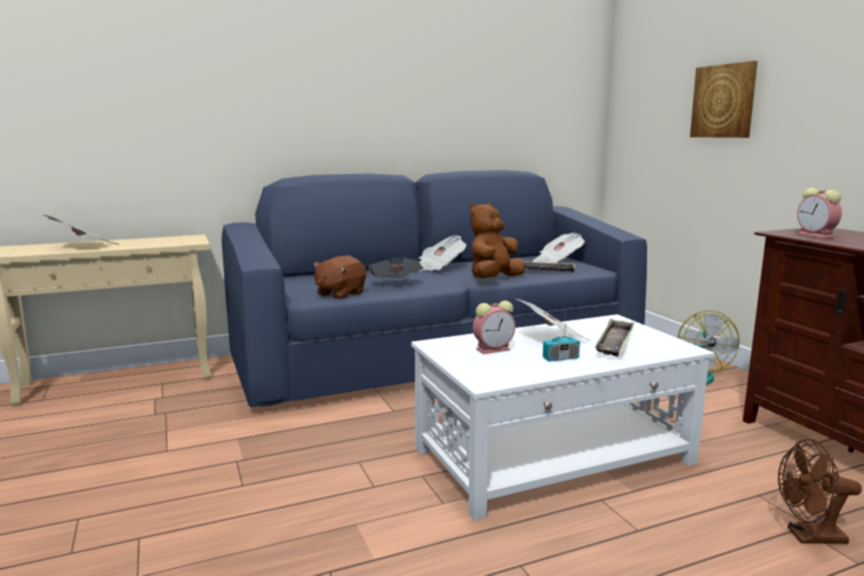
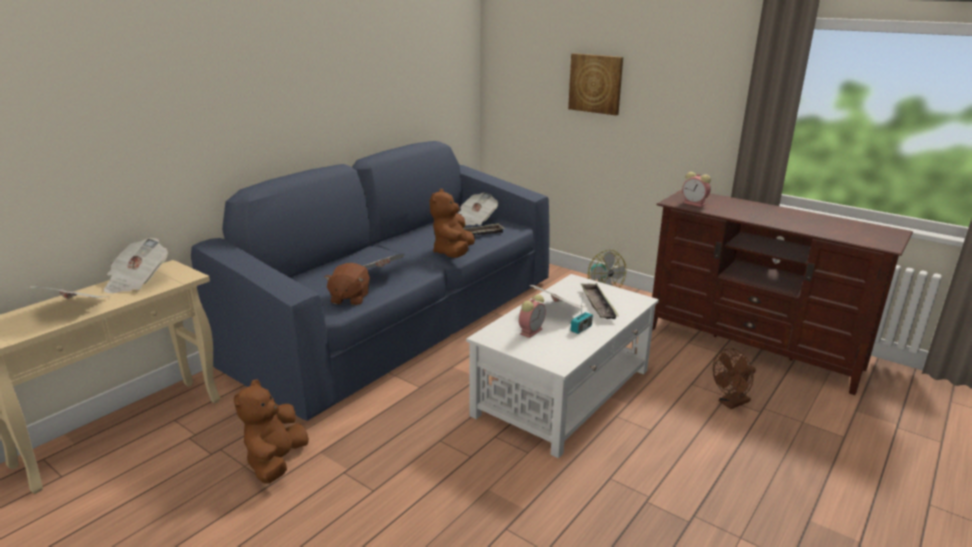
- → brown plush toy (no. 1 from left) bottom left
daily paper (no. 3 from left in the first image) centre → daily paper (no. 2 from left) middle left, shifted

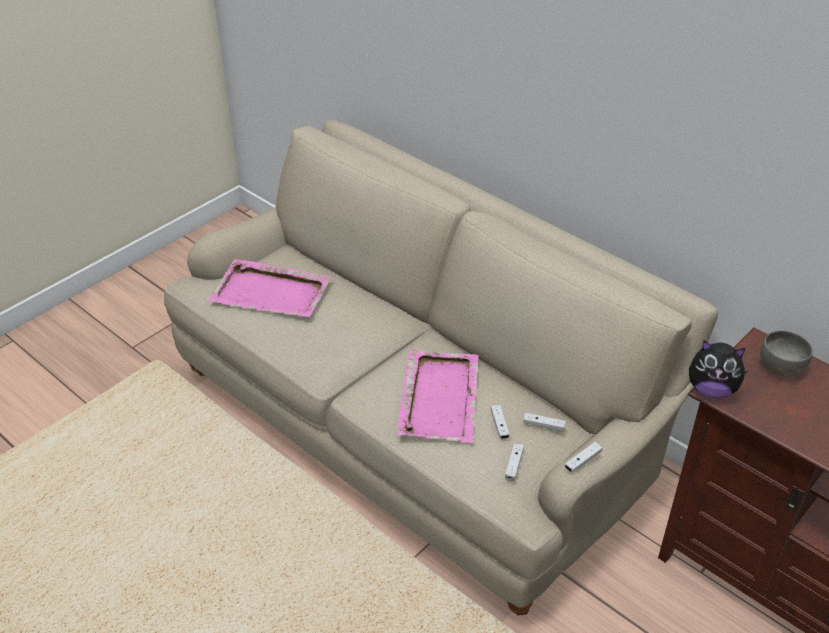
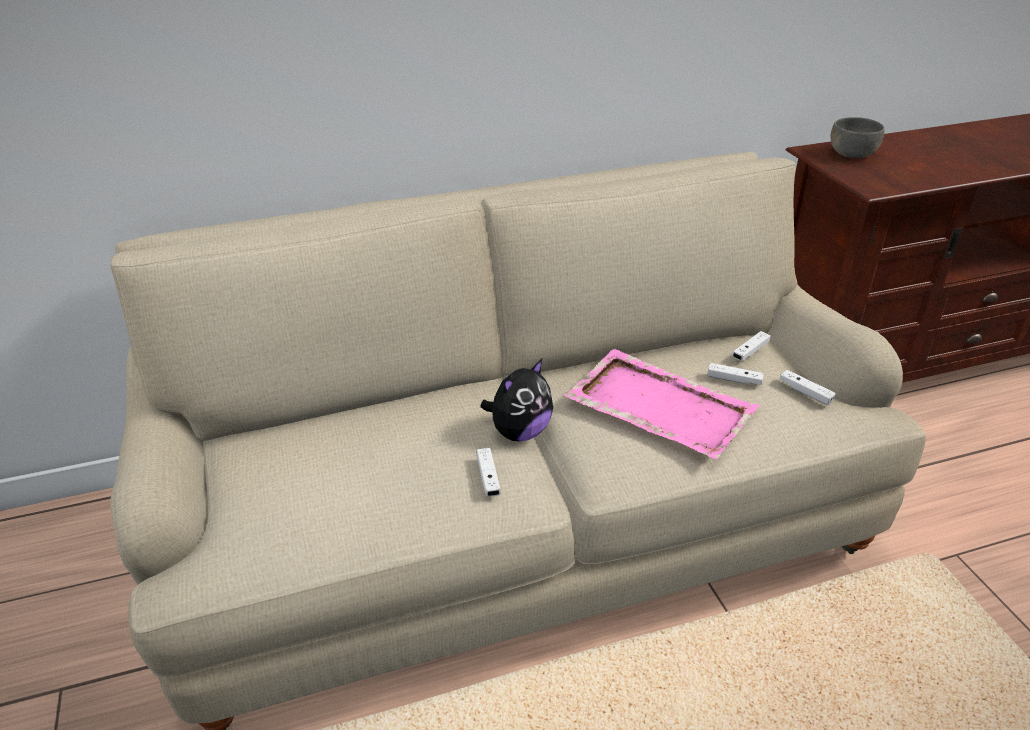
pink carrying tray (no. 1 from left) middle left → -
whitish game controller (no. 4 from left in the first image) bottom right → whitish game controller (no. 1 from left) centre, shifted
plush toy middle right → plush toy centre, shifted

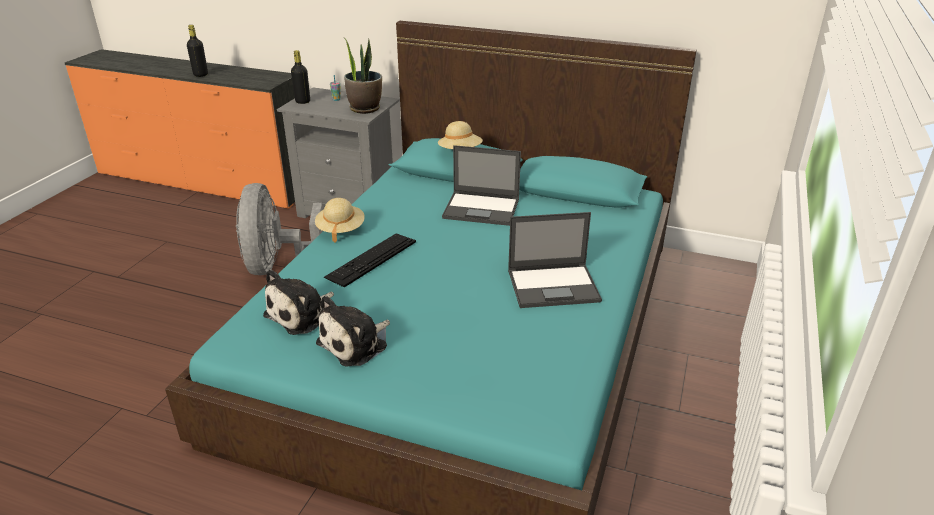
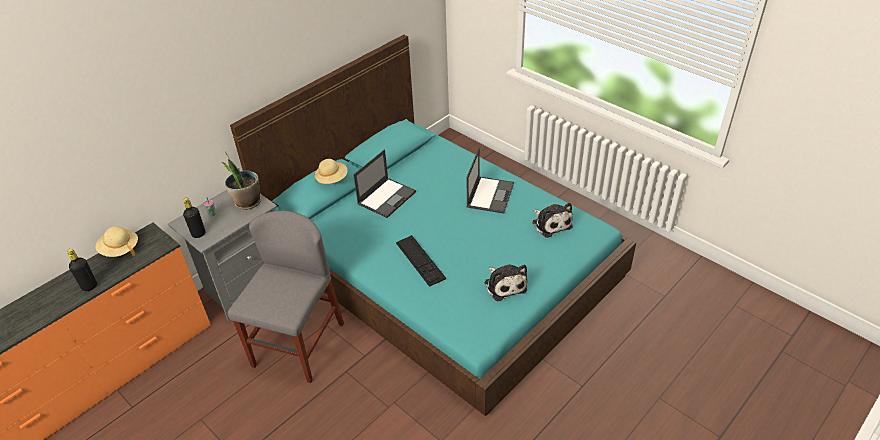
plush toy (no. 1 from left in the first image) middle left → plush toy (no. 2 from left) centre, shifted
beige-coloured wearable hat (no. 1 from left) centre → beige-coloured wearable hat (no. 1 from left) middle left, shifted
grey fan middle left → grey chair bottom left

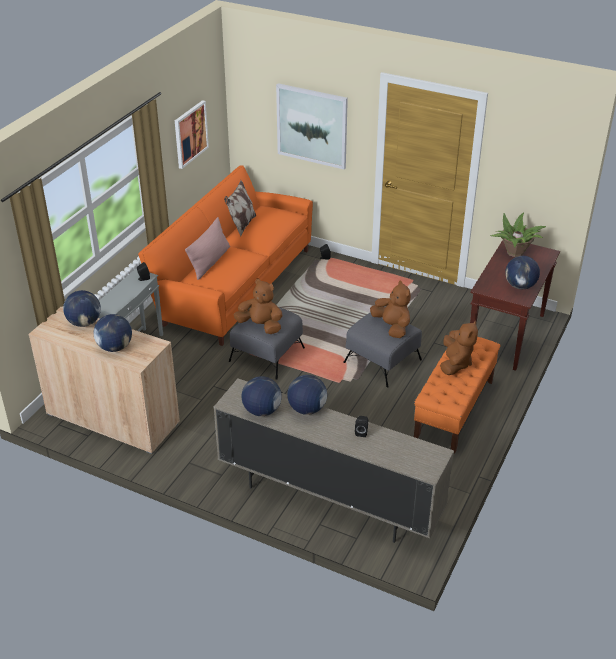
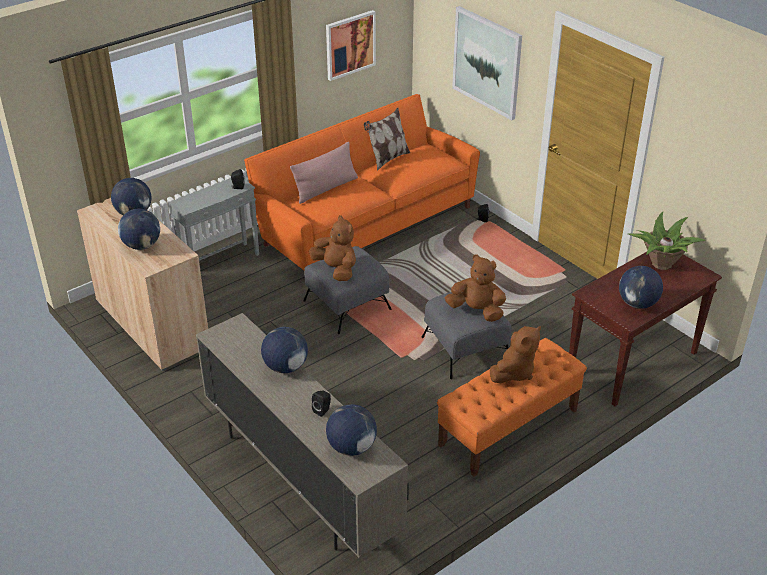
globe (no. 3 from left in the first image) centre → globe (no. 4 from left) bottom centre, shifted
brown plush toy (no. 2 from left) centre, 60 degrees counterclockwise

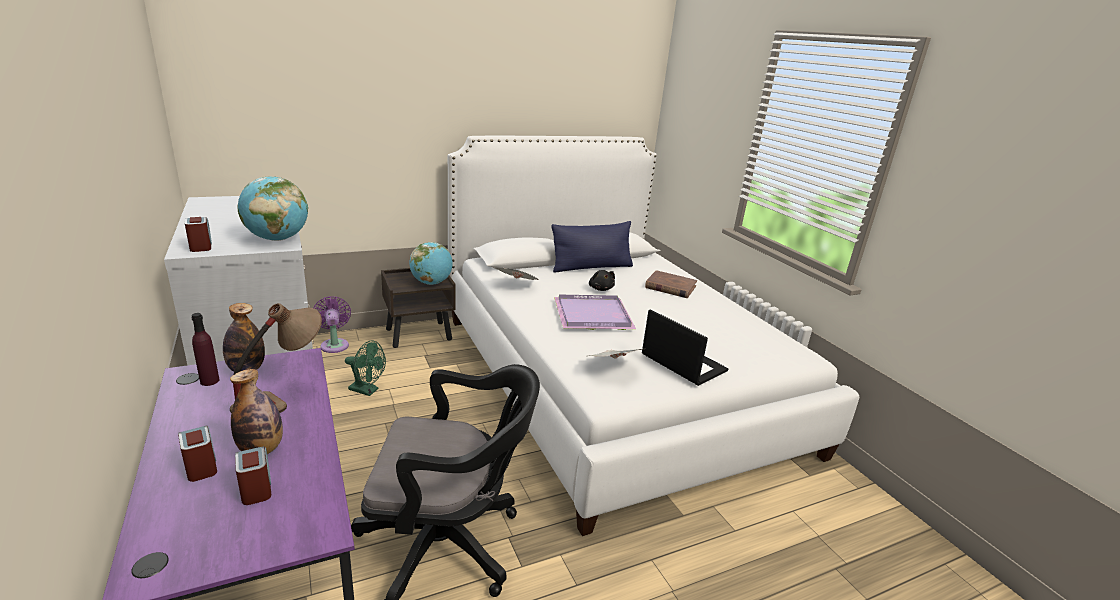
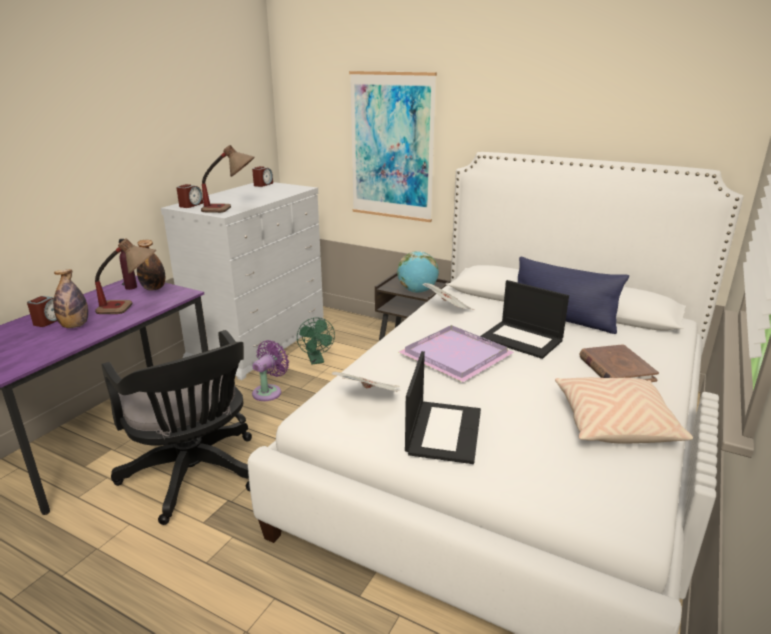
- → wall art top centre
- → beige-coloured cushion middle right
alarm clock (no. 3 from left) bottom left → alarm clock (no. 3 from left) top centre, shifted
purple fan middle left → purple fan centre, shifted
globe (no. 1 from left) middle left → tabletop lamp (no. 2 from left) top left
black-coloured plush toy centre → portable computer (no. 2 from left) middle right

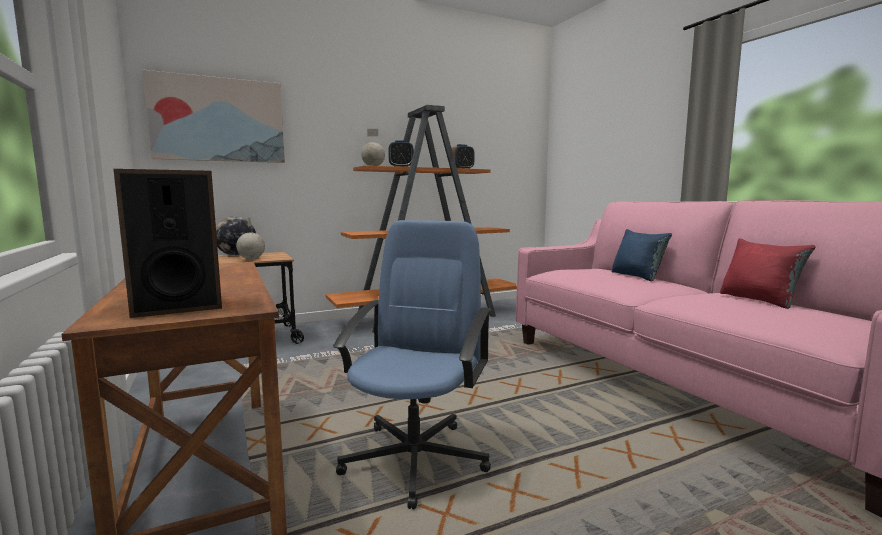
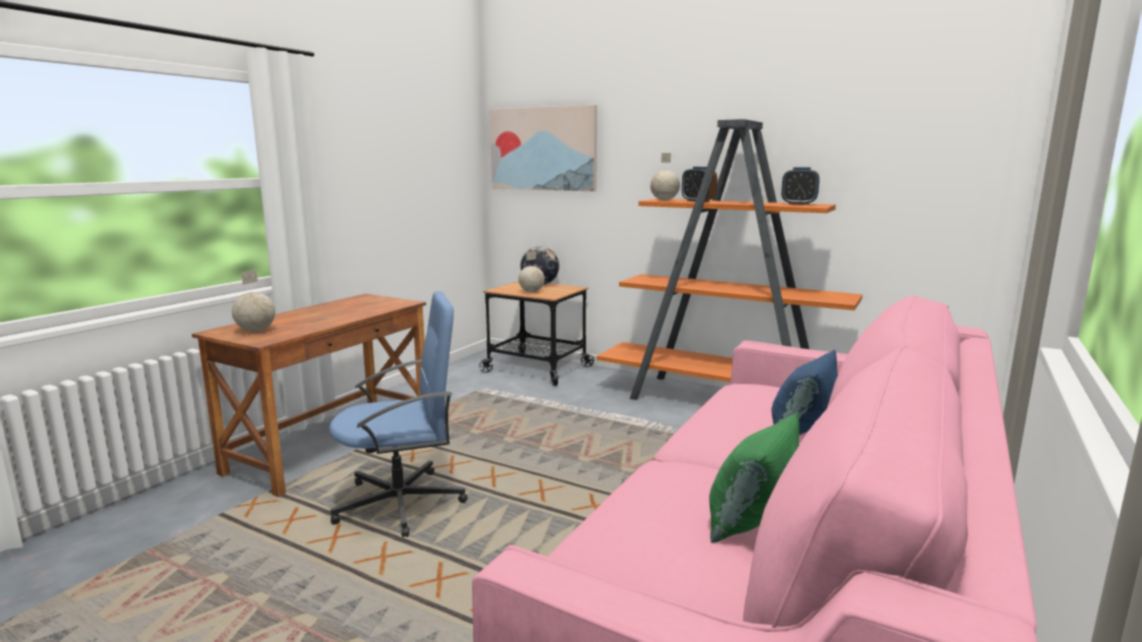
audio speaker middle left → globe (no. 1 from left) middle left
red cushion middle right → green-coloured cushion bottom centre

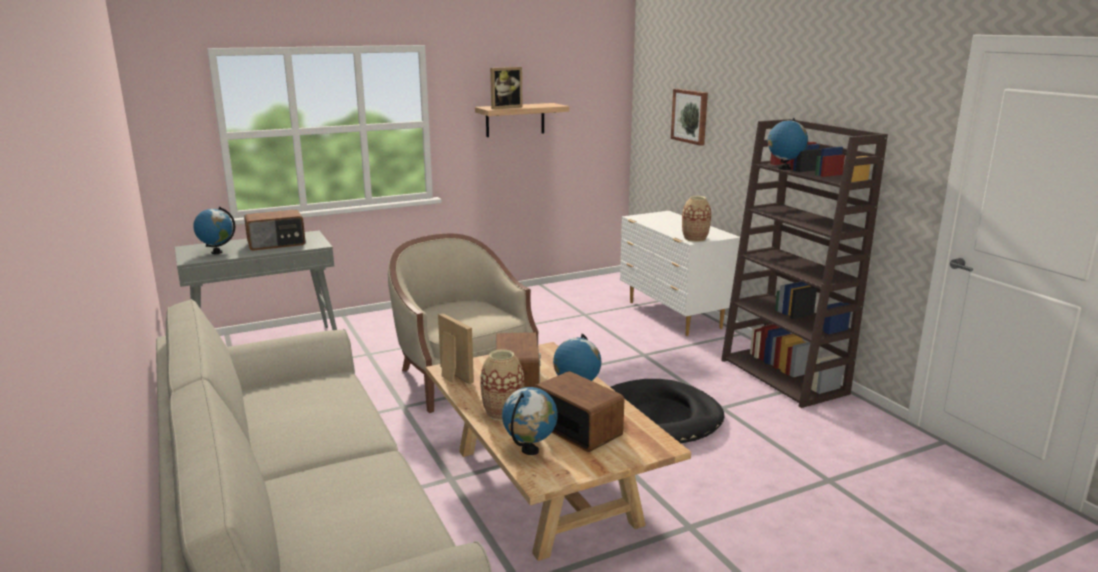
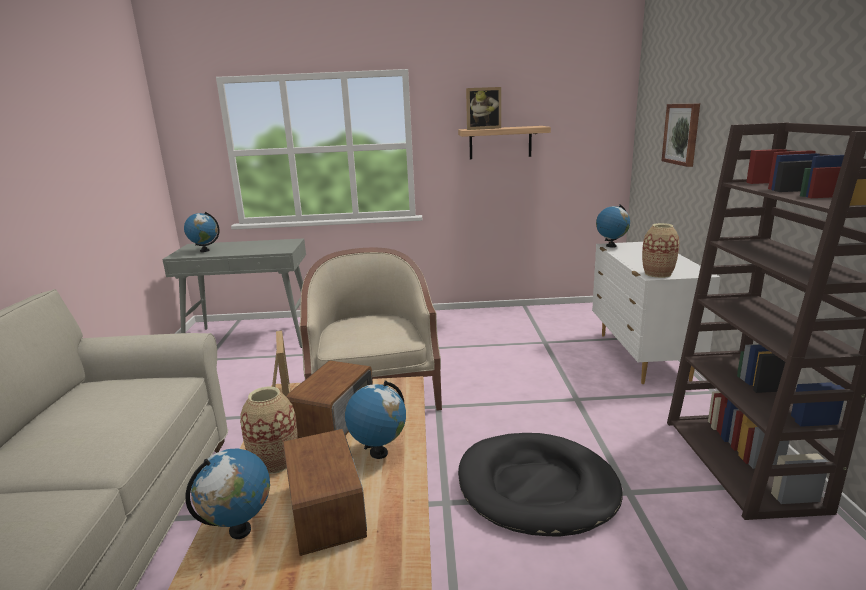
radio (no. 1 from left) middle left → -
globe (no. 4 from left) top right → globe (no. 4 from left) middle right, shifted

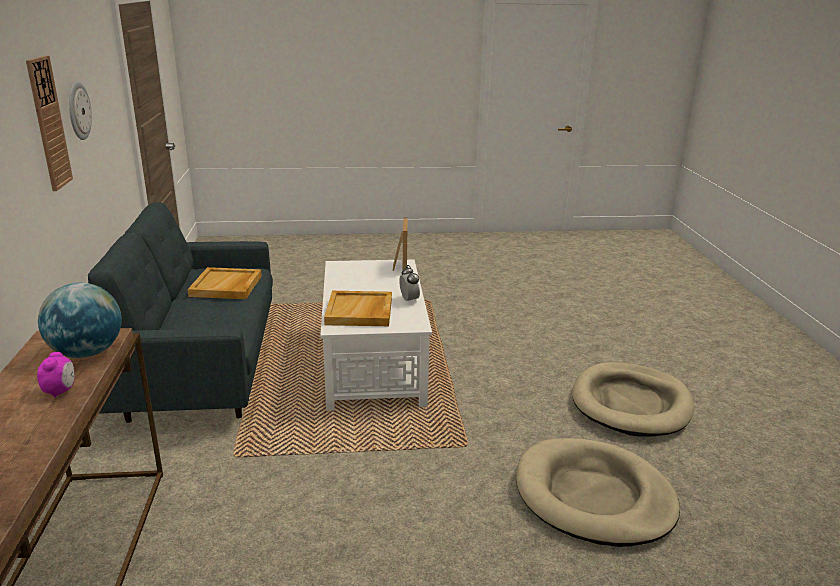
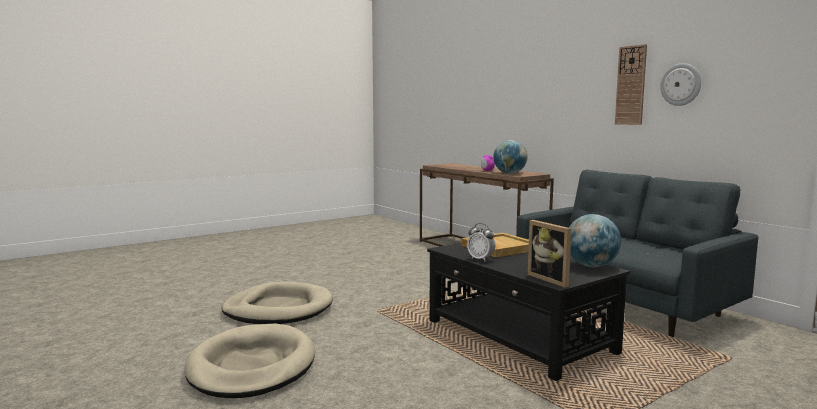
beige-coloured carrying tray (no. 1 from left) middle left → -
- → globe (no. 2 from left) middle right
whitish lounge table centre → black-coloured lounge table bottom centre

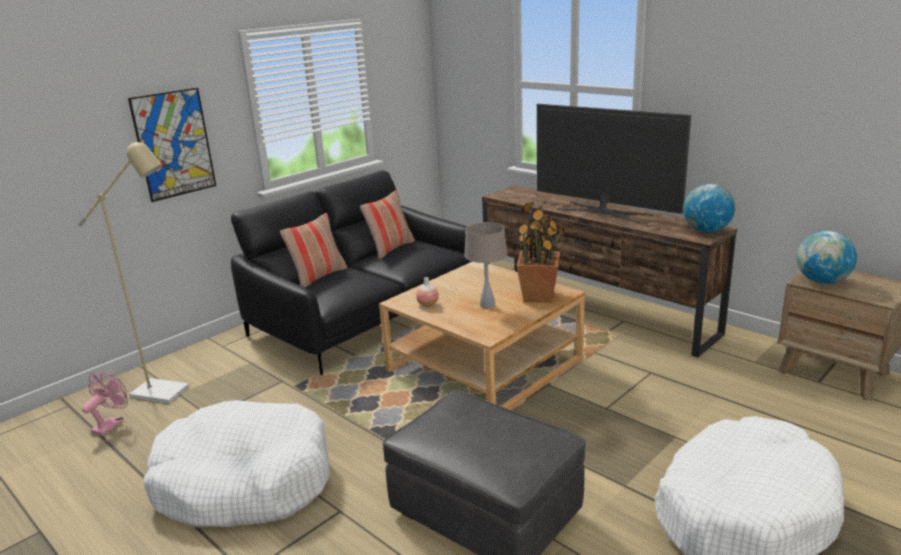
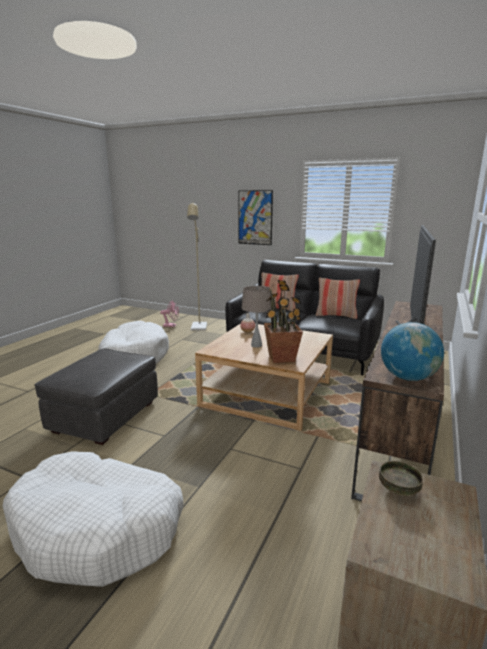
globe (no. 2 from left) middle right → deep dish bottom right

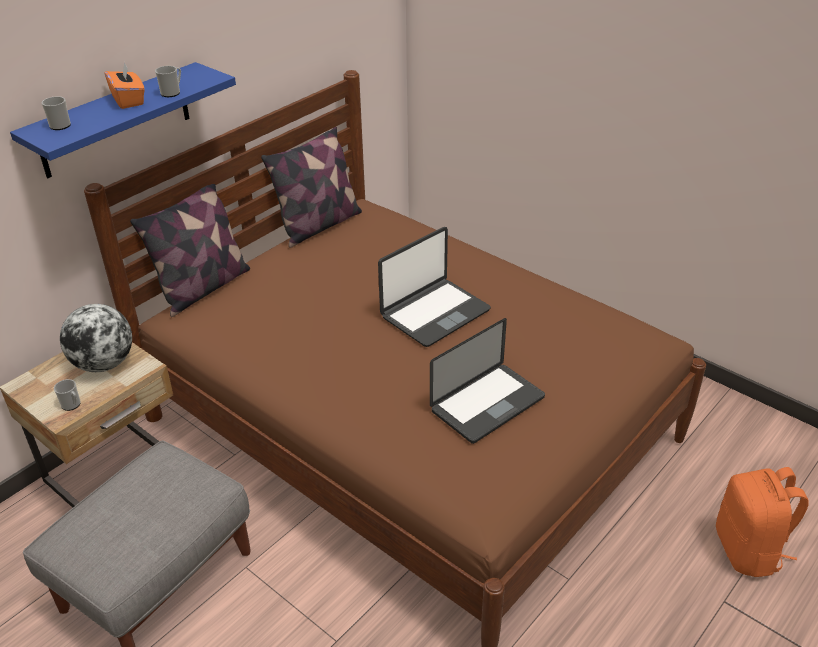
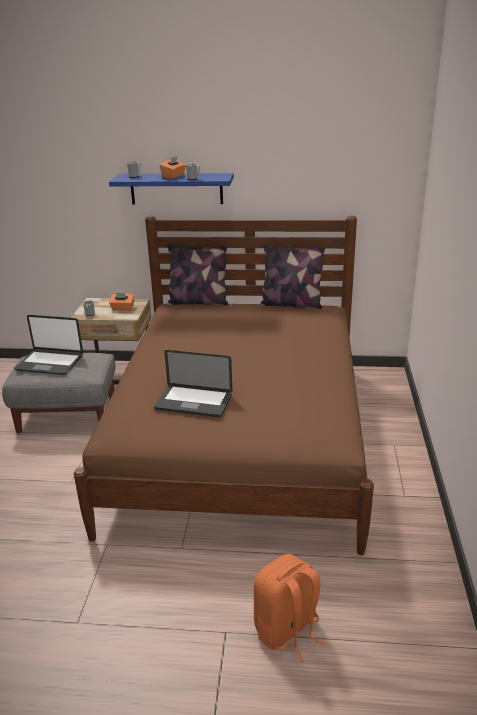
portable computer (no. 1 from left) centre → portable computer (no. 1 from left) middle left, shifted
globe middle left → orangey box of tissues (no. 1 from left) middle left

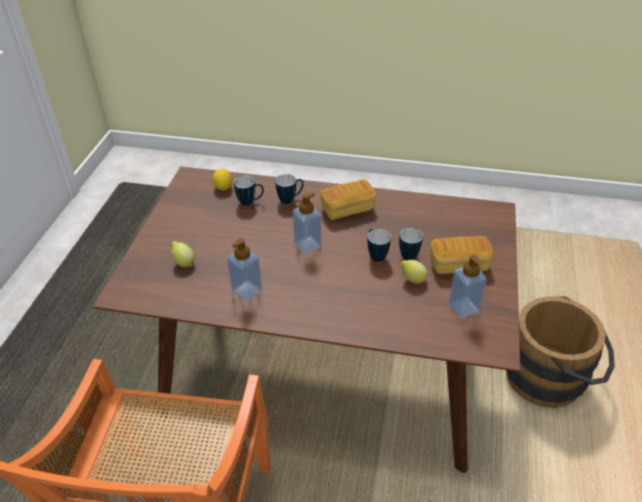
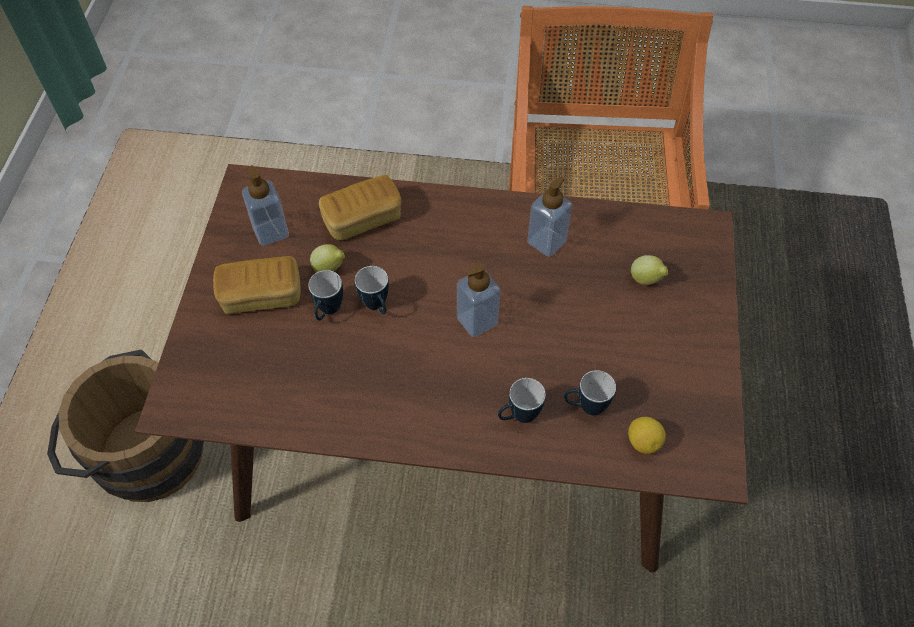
bread (no. 1 from left in the first image) centre → bread (no. 2 from left) top centre, shifted

